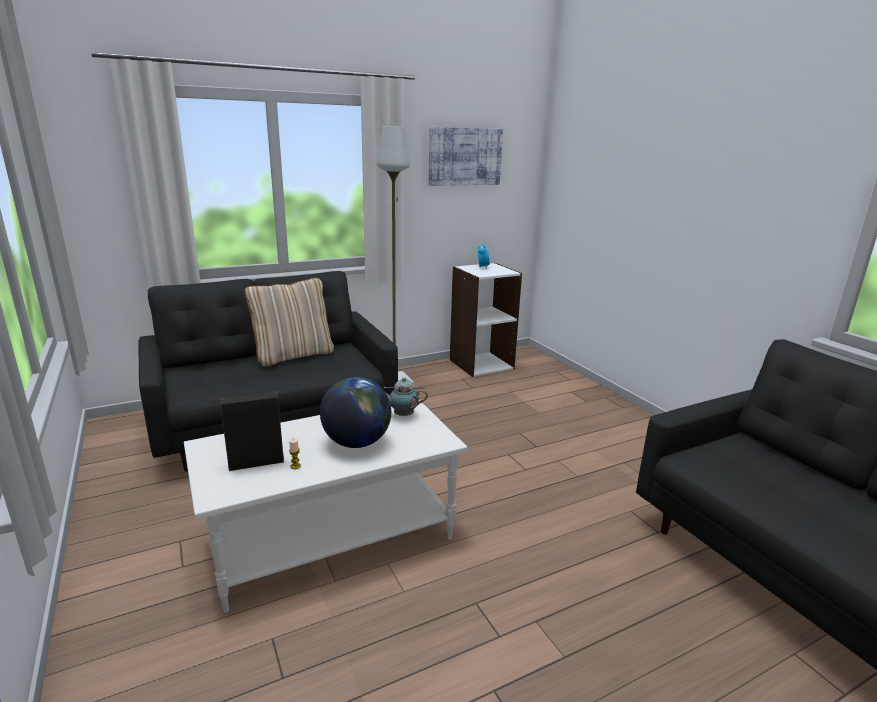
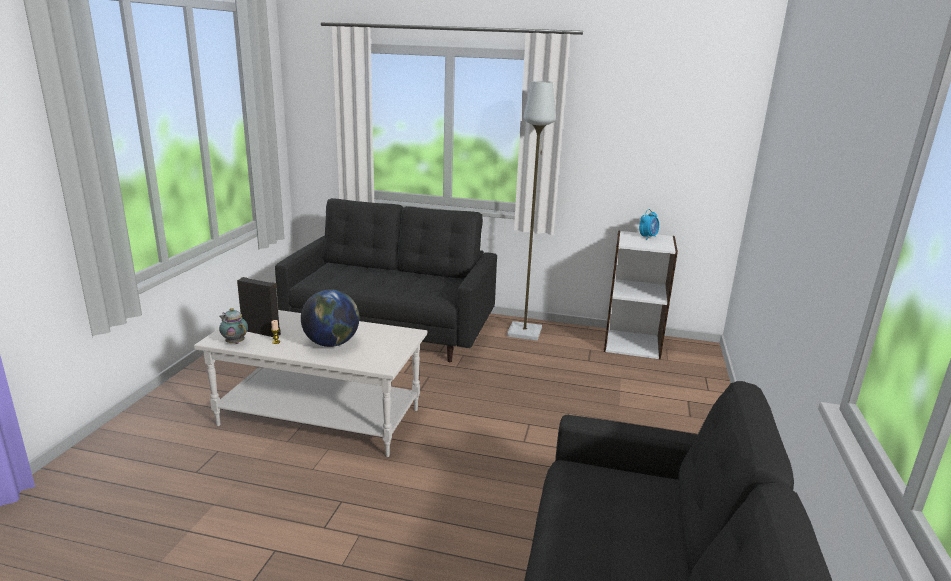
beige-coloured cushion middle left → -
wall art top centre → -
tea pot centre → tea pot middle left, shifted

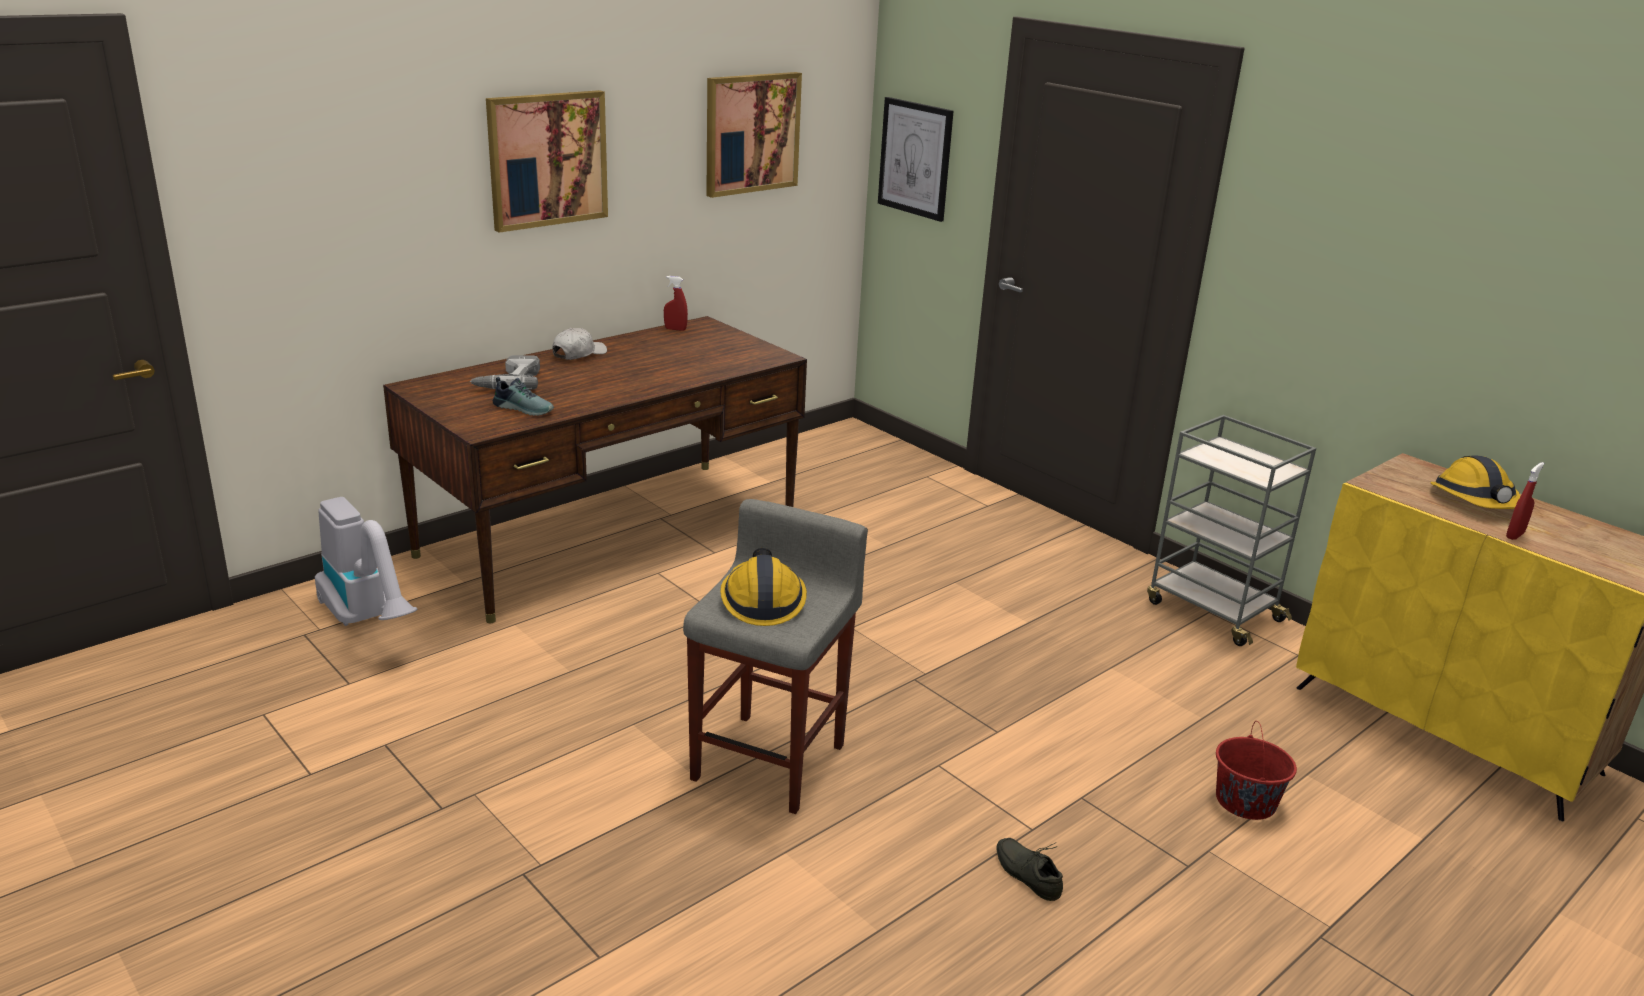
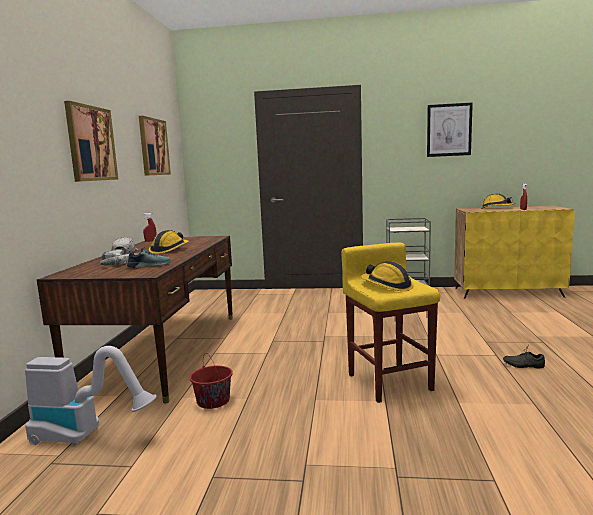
- → work helmet (no. 1 from left) middle left
wall art (no. 3 from left) top centre → wall art (no. 3 from left) top right, shifted
red pail bottom right → red pail bottom centre, shifted
grey stool seat centre → yellow stool seat centre

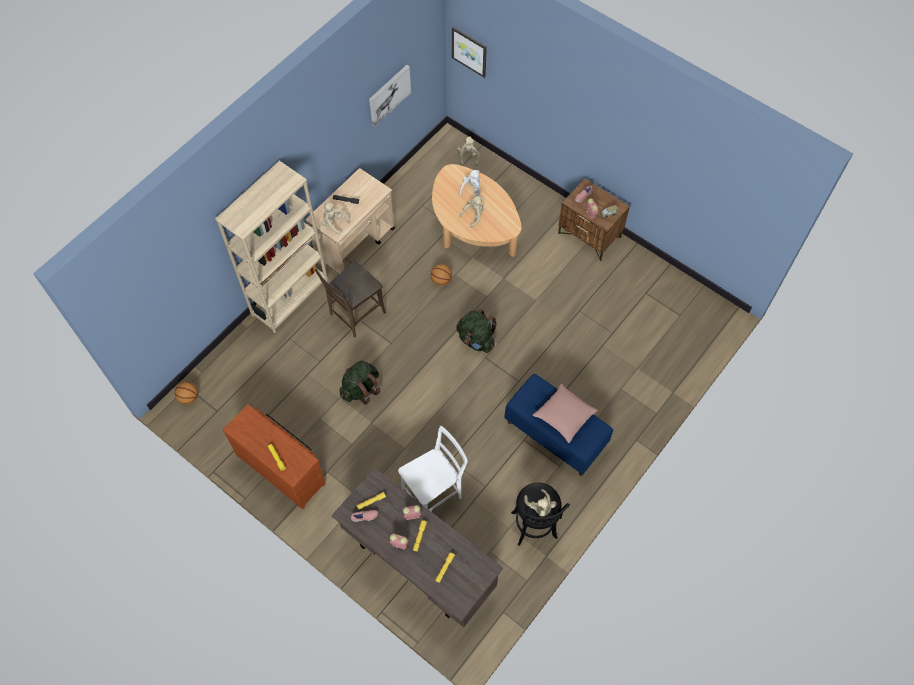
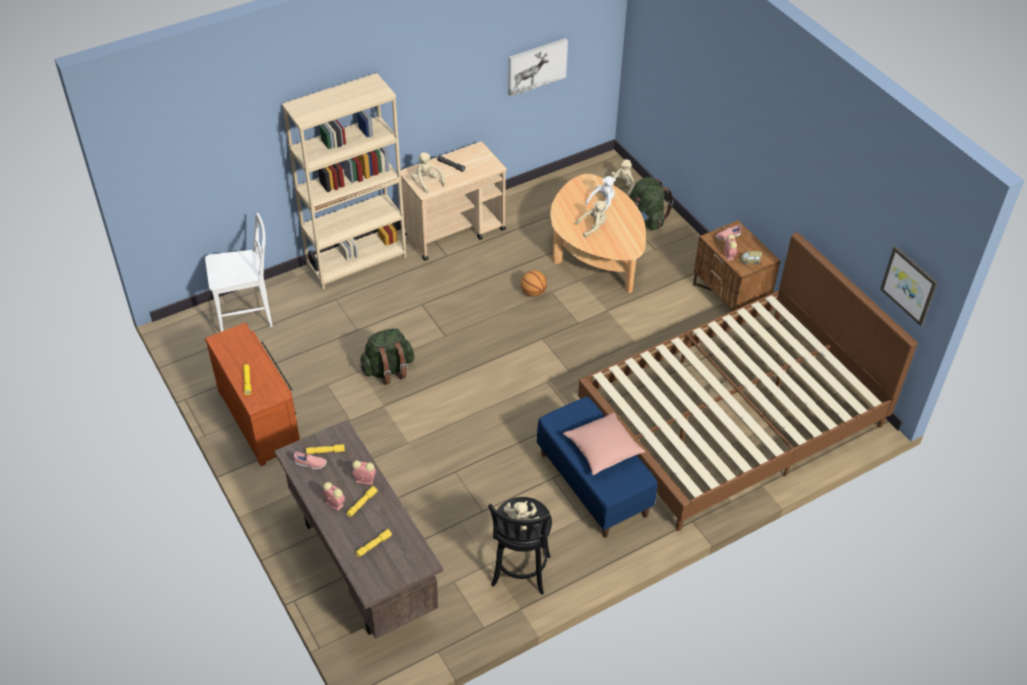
ball for basketball (no. 1 from left) middle left → -
brown chair centre → -
- → brown bed middle right
whitish chair bottom centre → whitish chair middle left, shifted
wall art (no. 2 from left) top centre → wall art (no. 2 from left) middle right, shifted
green-coloured rucksack (no. 2 from left) centre → green-coloured rucksack (no. 2 from left) top centre, shifted

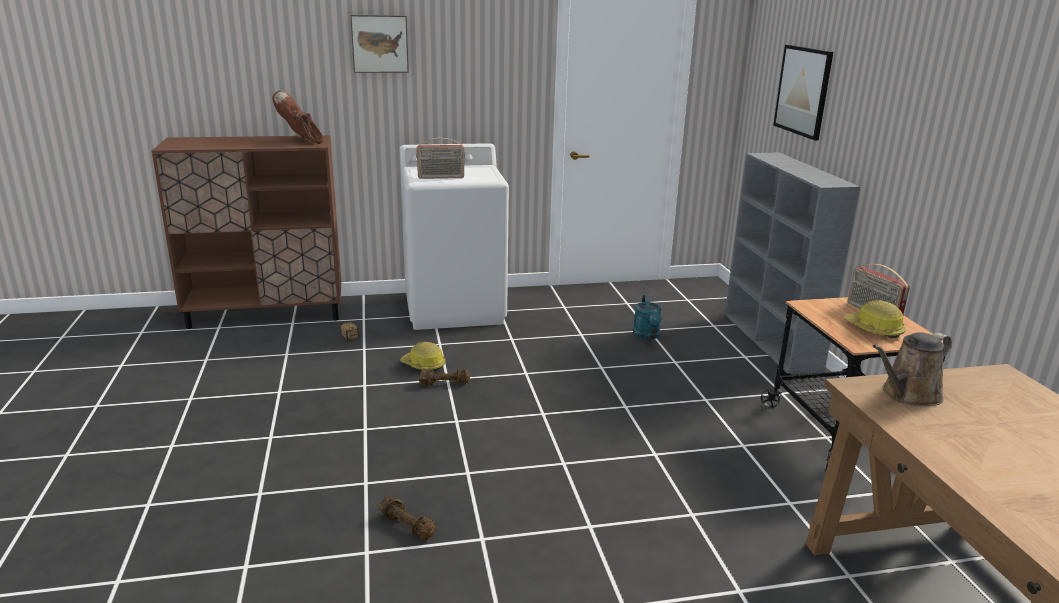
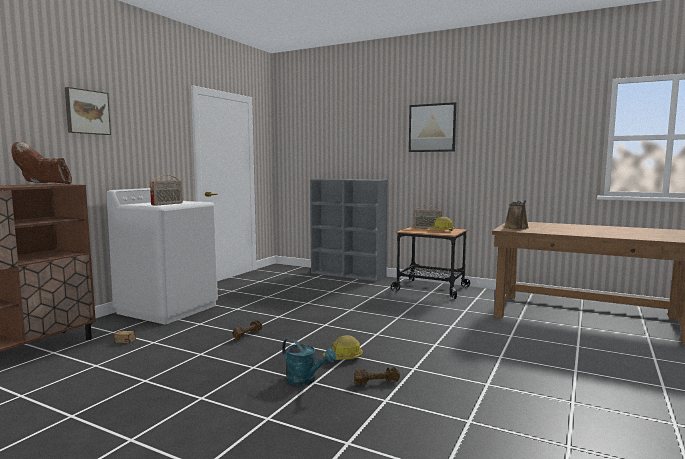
work helmet (no. 1 from left) centre → work helmet (no. 1 from left) bottom centre, shifted
turquoise sprinkling can centre → turquoise sprinkling can bottom centre, shifted
wall art (no. 2 from left) top right → wall art (no. 2 from left) top centre, shifted

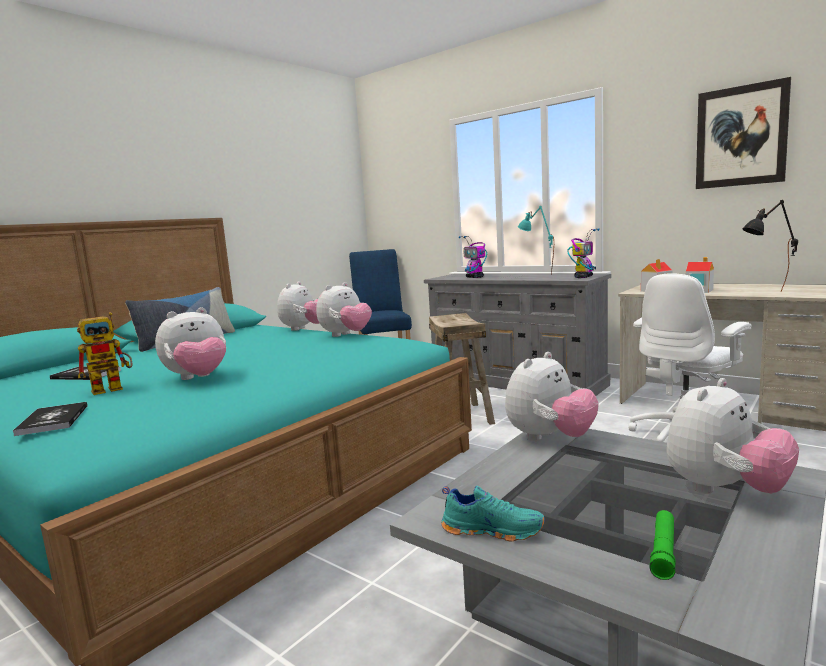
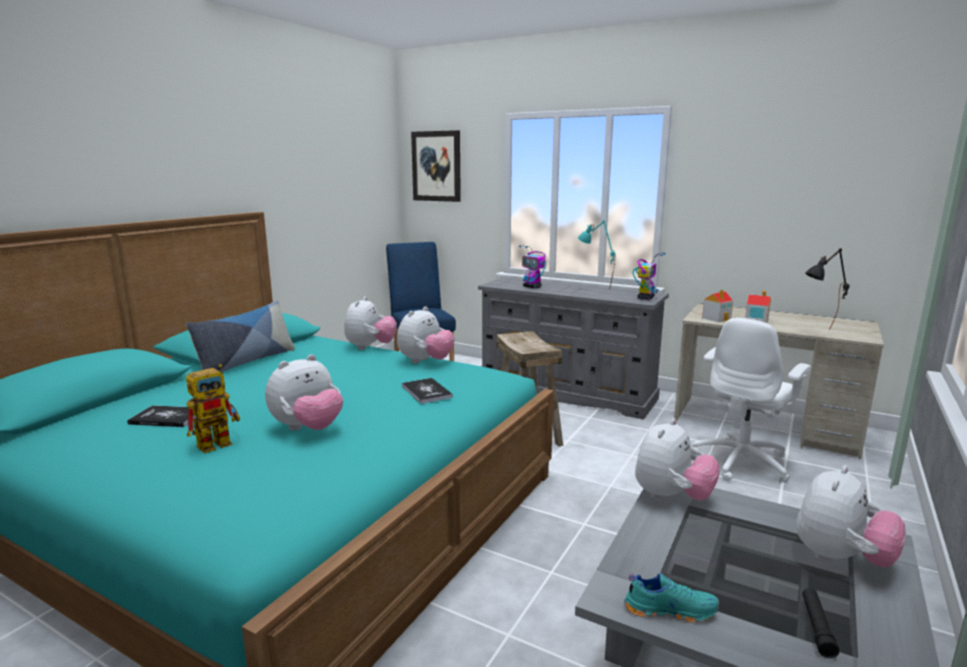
book (no. 1 from left in the first image) middle left → book (no. 2 from left) centre, shifted
wall art top right → wall art top centre, shifted
green-coloured hand torch bottom right → black-coloured hand torch bottom right

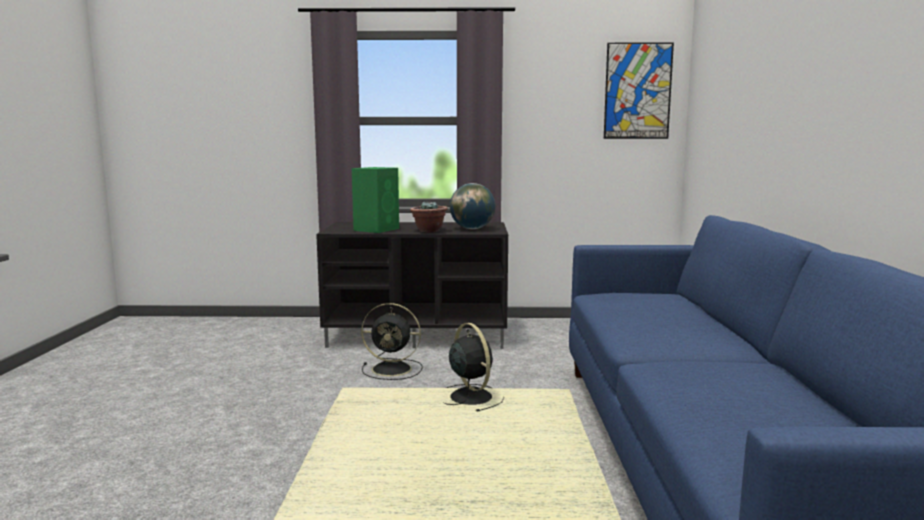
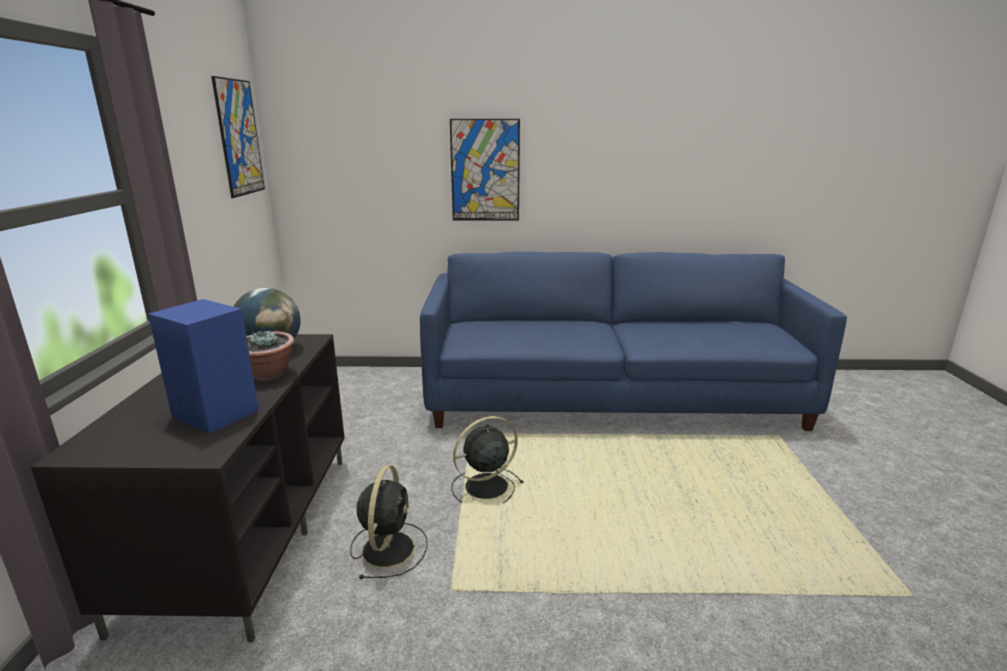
- → wall art (no. 2 from left) top centre
green-coloured audio speaker centre → blue-coloured audio speaker middle left

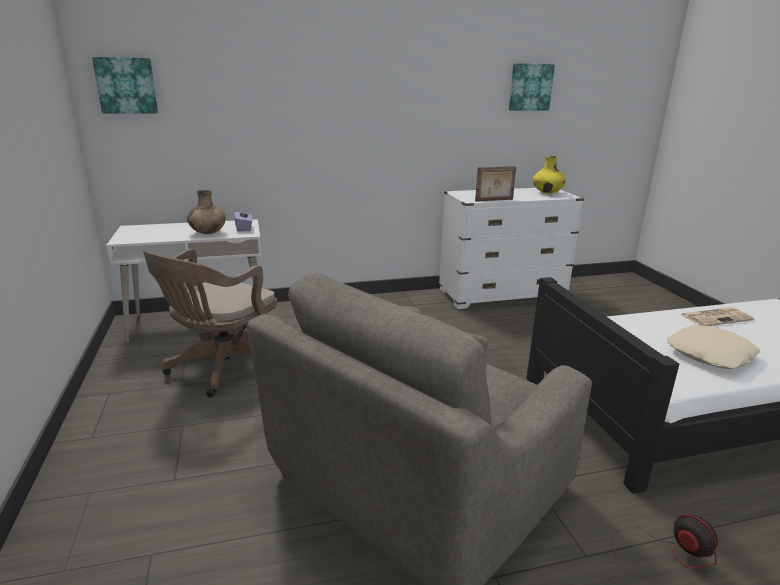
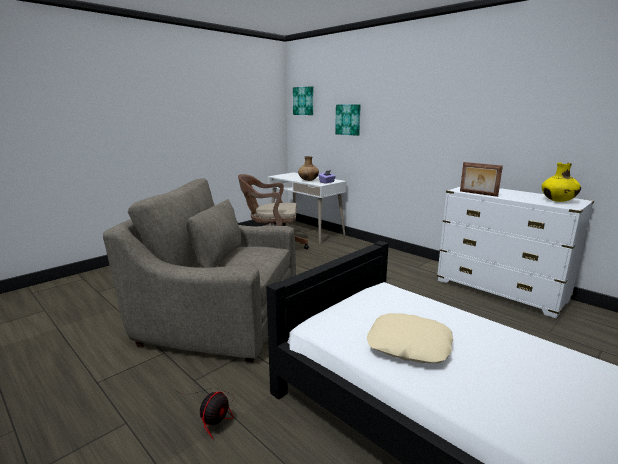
daily paper middle right → -
wall art (no. 2 from left) top right → wall art (no. 2 from left) top centre, shifted

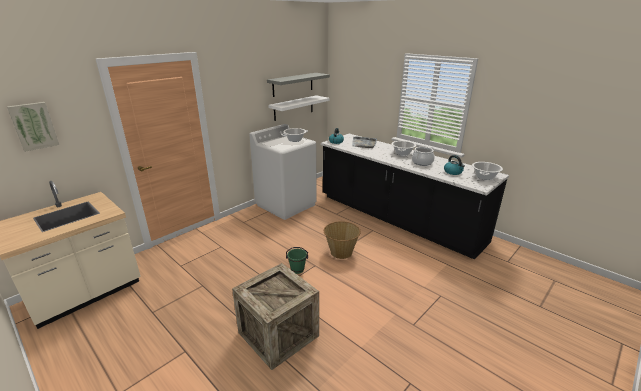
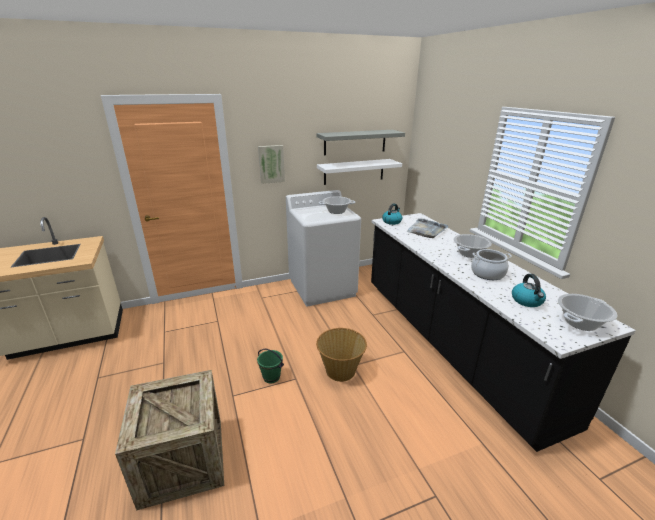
wall art top left → wall art top centre, shifted

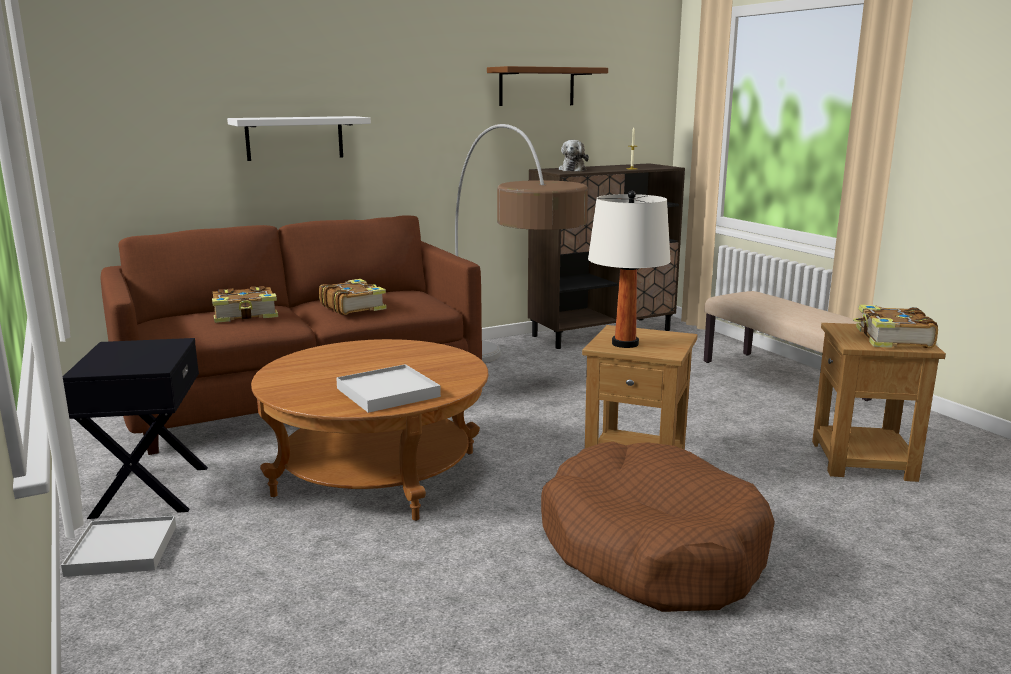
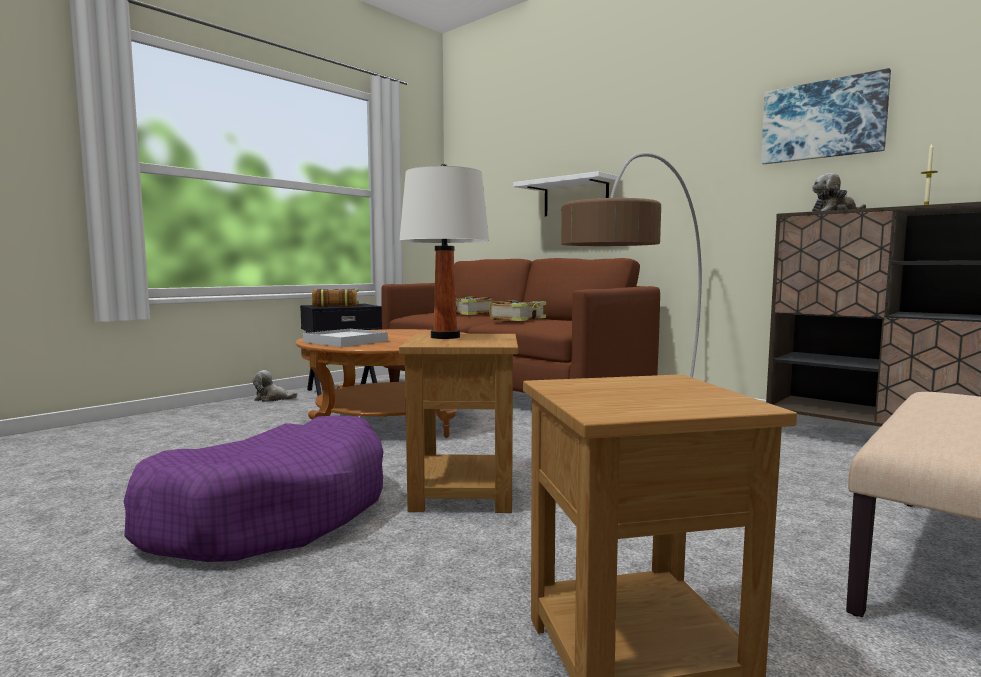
book (no. 3 from left in the first image) middle right → book (no. 1 from left) centre, shifted
whitish carrying tray (no. 1 from left) bottom left → plush toy (no. 1 from left) middle left
brown wall shelf top centre → wall art top right
brown dog bed bottom centre → purple dog bed bottom left

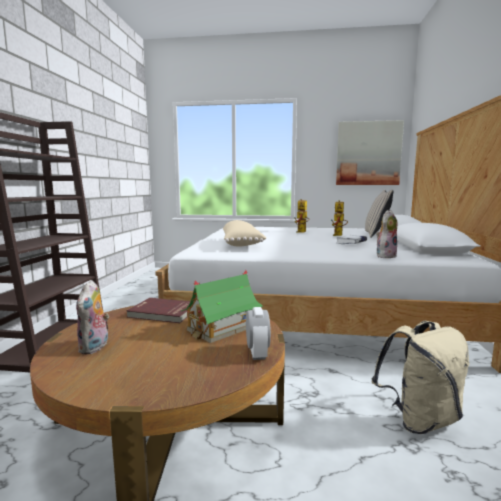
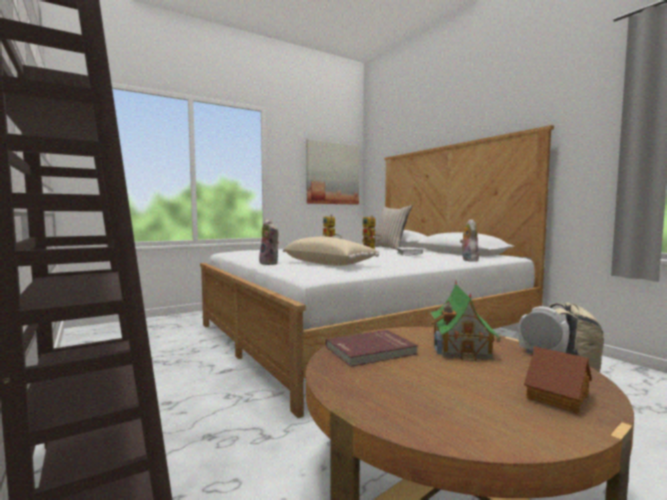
- → toy house (no. 2 from left) bottom right
plush toy (no. 1 from left) middle left → plush toy (no. 1 from left) centre, shifted

